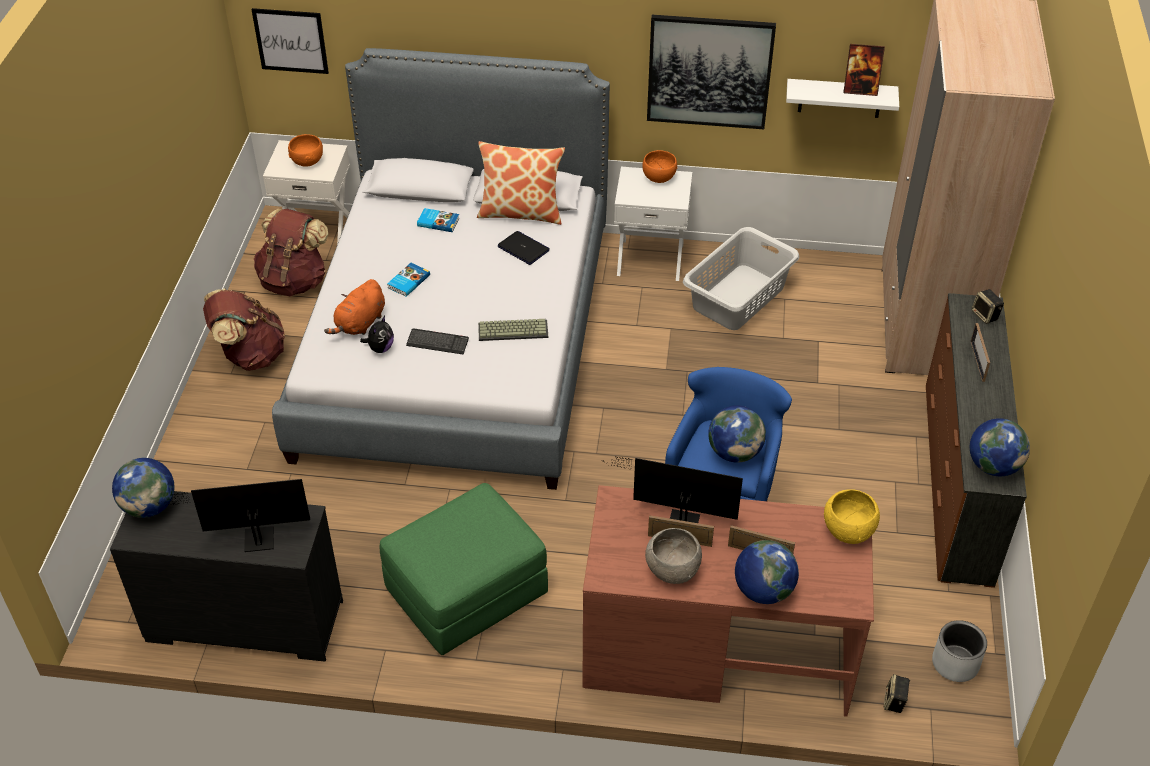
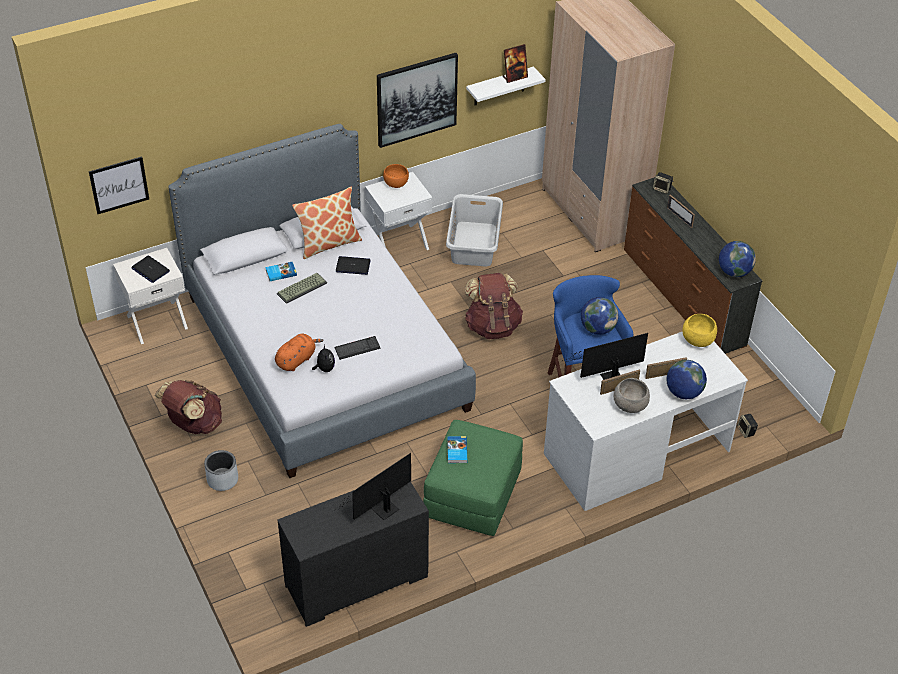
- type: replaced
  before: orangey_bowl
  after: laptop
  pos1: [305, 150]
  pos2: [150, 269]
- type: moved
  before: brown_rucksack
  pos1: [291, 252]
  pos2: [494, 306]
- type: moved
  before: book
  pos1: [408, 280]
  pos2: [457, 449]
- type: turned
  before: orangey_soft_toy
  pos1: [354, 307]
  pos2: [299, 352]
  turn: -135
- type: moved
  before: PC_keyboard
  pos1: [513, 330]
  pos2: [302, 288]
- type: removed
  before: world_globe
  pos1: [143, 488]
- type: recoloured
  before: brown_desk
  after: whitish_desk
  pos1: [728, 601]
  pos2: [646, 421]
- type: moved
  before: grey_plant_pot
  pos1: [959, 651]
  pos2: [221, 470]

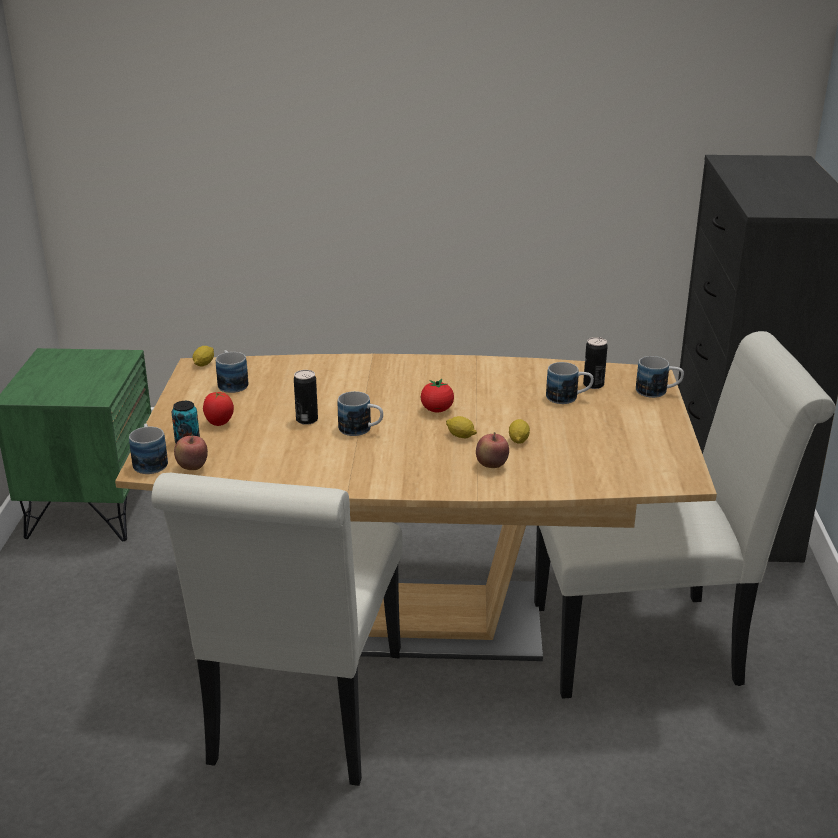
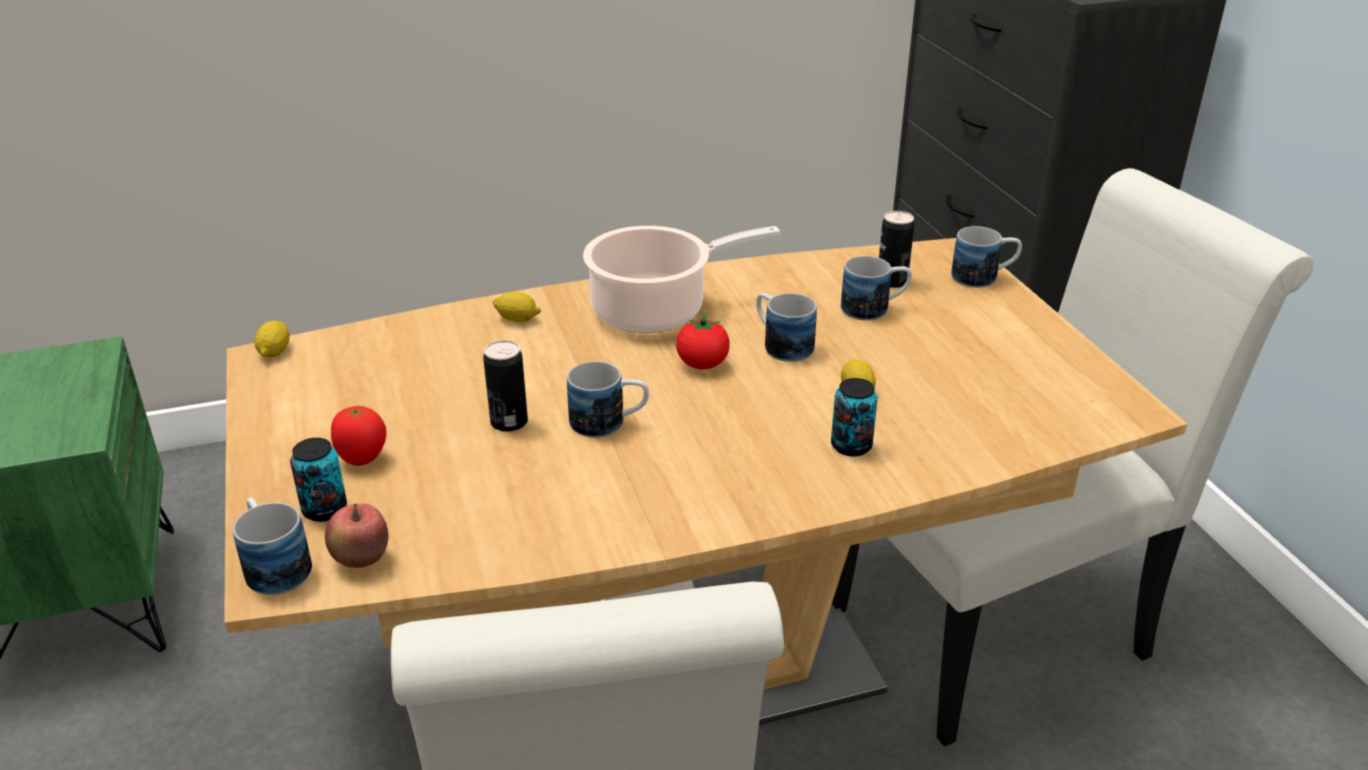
- type: moved
  before: coffee_mug
  pos1: [232, 371]
  pos2: [786, 327]
- type: moved
  before: whole_lemon
  pos1: [461, 427]
  pos2: [516, 306]
- type: replaced
  before: apple_fruit
  after: metal_can
  pos1: [492, 450]
  pos2: [854, 417]
- type: added
  after: saucepot
  pos2: [681, 279]

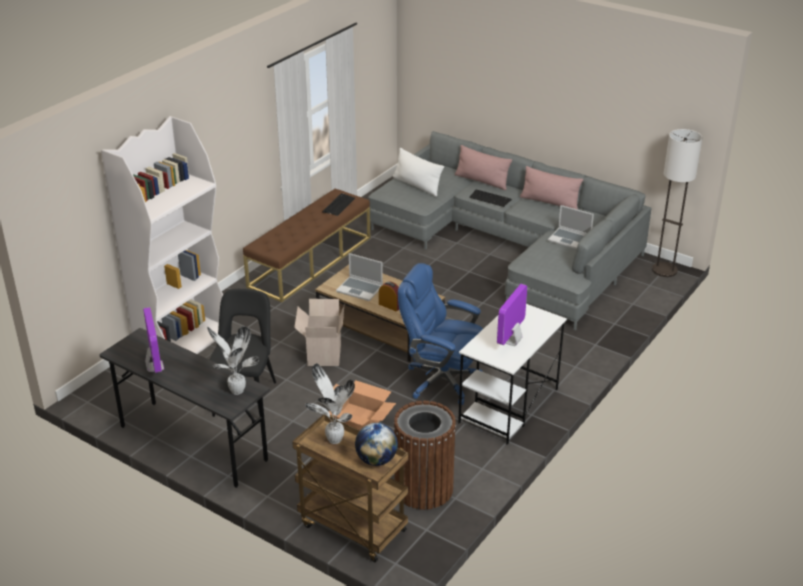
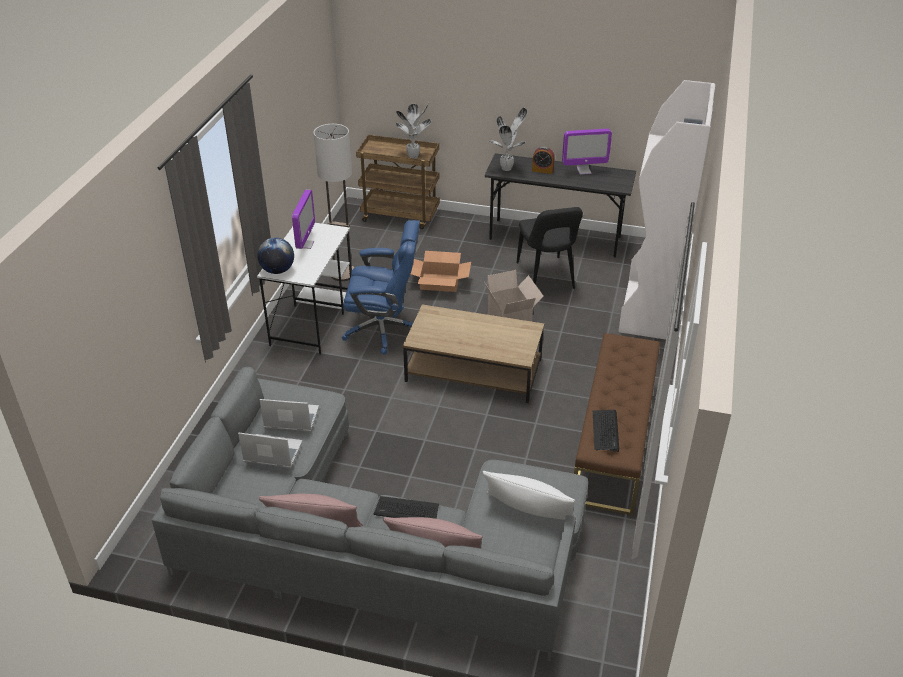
- type: moved
  before: floor_lamp
  pos1: [677, 203]
  pos2: [333, 202]
- type: moved
  before: laptop
  pos1: [359, 277]
  pos2: [289, 415]
- type: moved
  before: bedside_clock
  pos1: [389, 296]
  pos2: [543, 160]
- type: turned
  before: computer_screen
  pos1: [153, 340]
  pos2: [587, 152]
  turn: -60
- type: removed
  before: brown_waste_bin
  pos1: [425, 455]
- type: moved
  before: world_globe
  pos1: [376, 444]
  pos2: [275, 256]

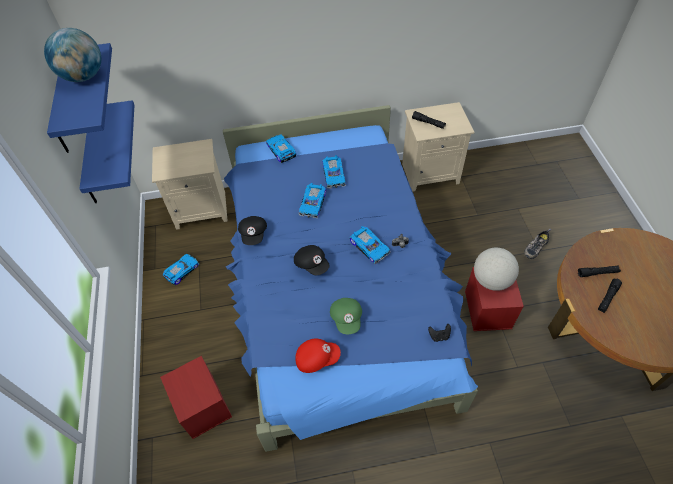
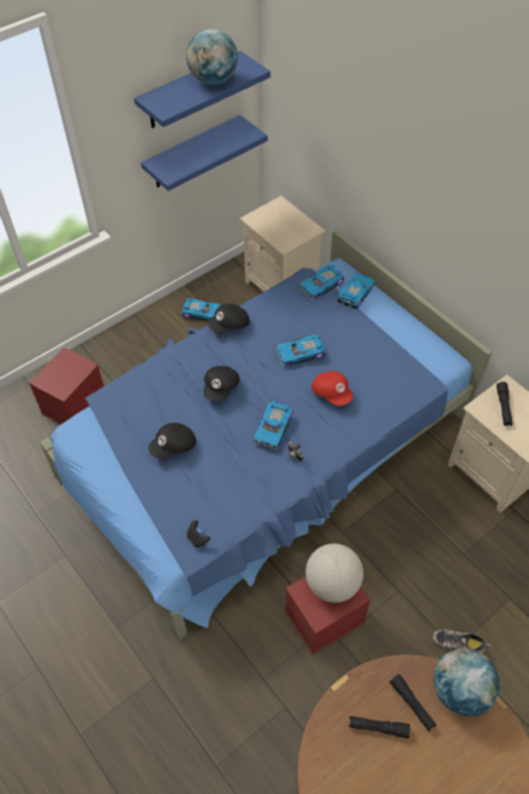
- type: moved
  before: toy_car
  pos1: [334, 171]
  pos2: [321, 282]
- type: recoloured
  before: green_baseball_cap
  after: blackish_baseball_cap
  pos1: [346, 316]
  pos2: [172, 441]
- type: moved
  before: red-coloured_baseball_cap
  pos1: [318, 356]
  pos2: [332, 388]
- type: added
  after: world_globe
  pos2: [467, 682]

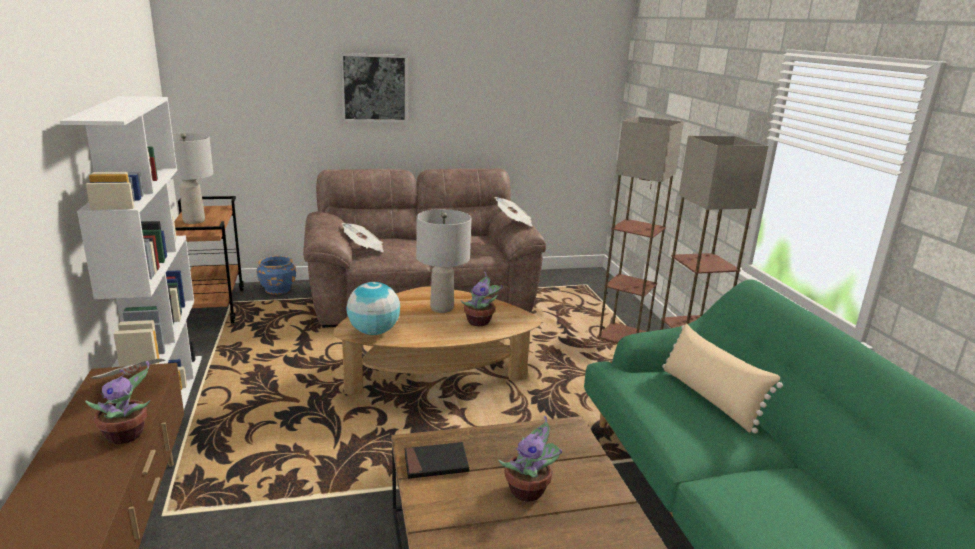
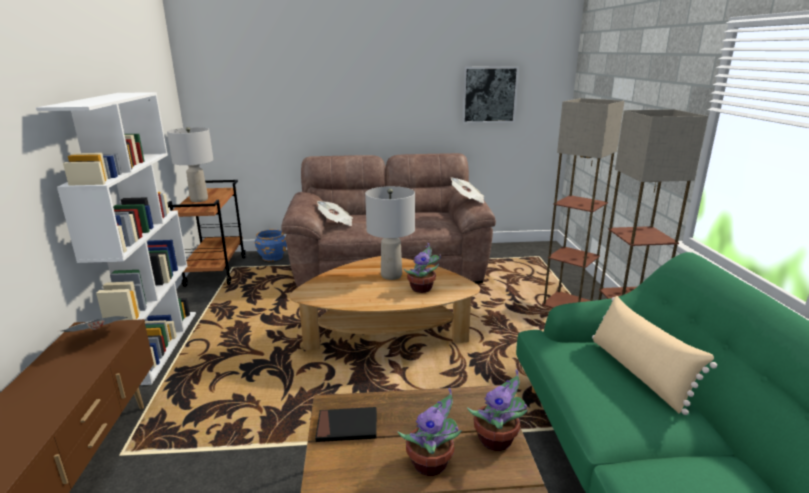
- type: moved
  before: wall_picture
  pos1: [373, 87]
  pos2: [490, 94]
- type: removed
  before: world_globe
  pos1: [373, 308]
- type: moved
  before: houseplant
  pos1: [117, 402]
  pos2: [497, 410]

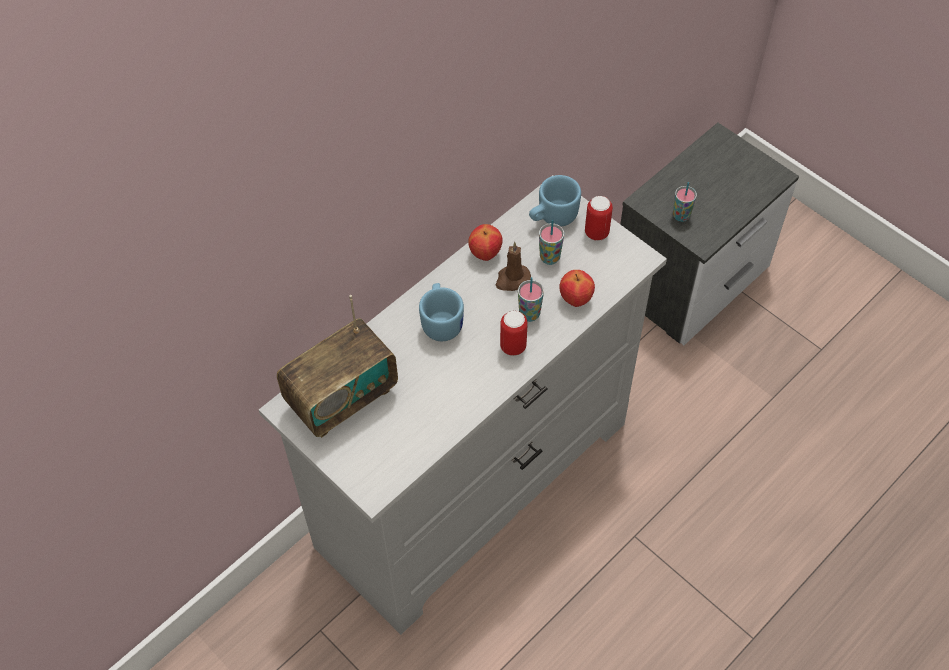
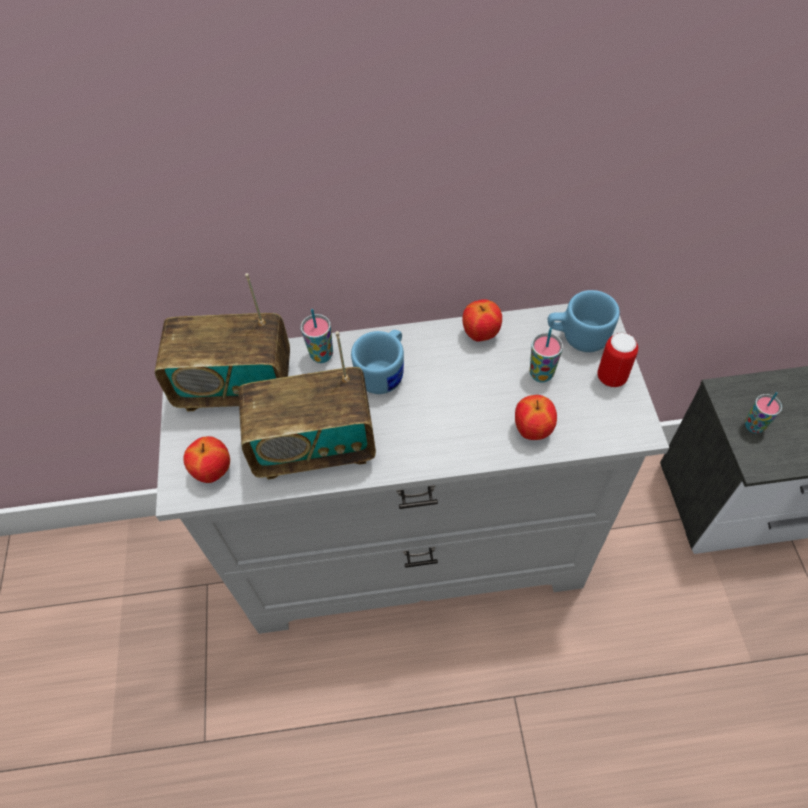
- type: removed
  before: brown_candle
  pos1: [513, 266]
- type: moved
  before: small_cup
  pos1: [531, 299]
  pos2: [317, 336]
- type: removed
  before: metal_can
  pos1: [514, 333]
- type: added
  after: radio_set
  pos2: [307, 405]
- type: added
  after: apple_fruit
  pos2: [206, 459]

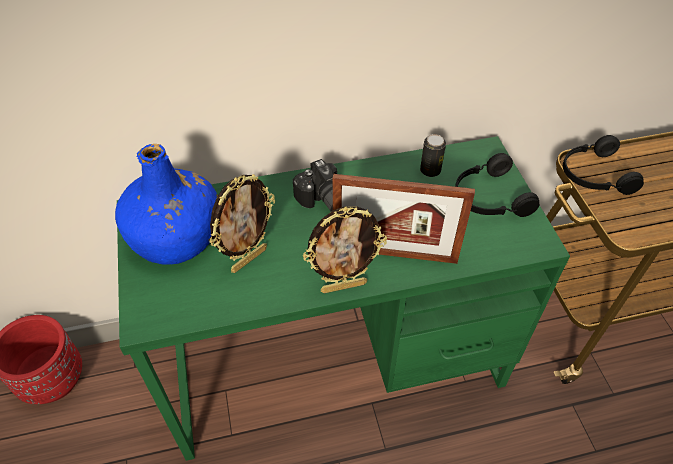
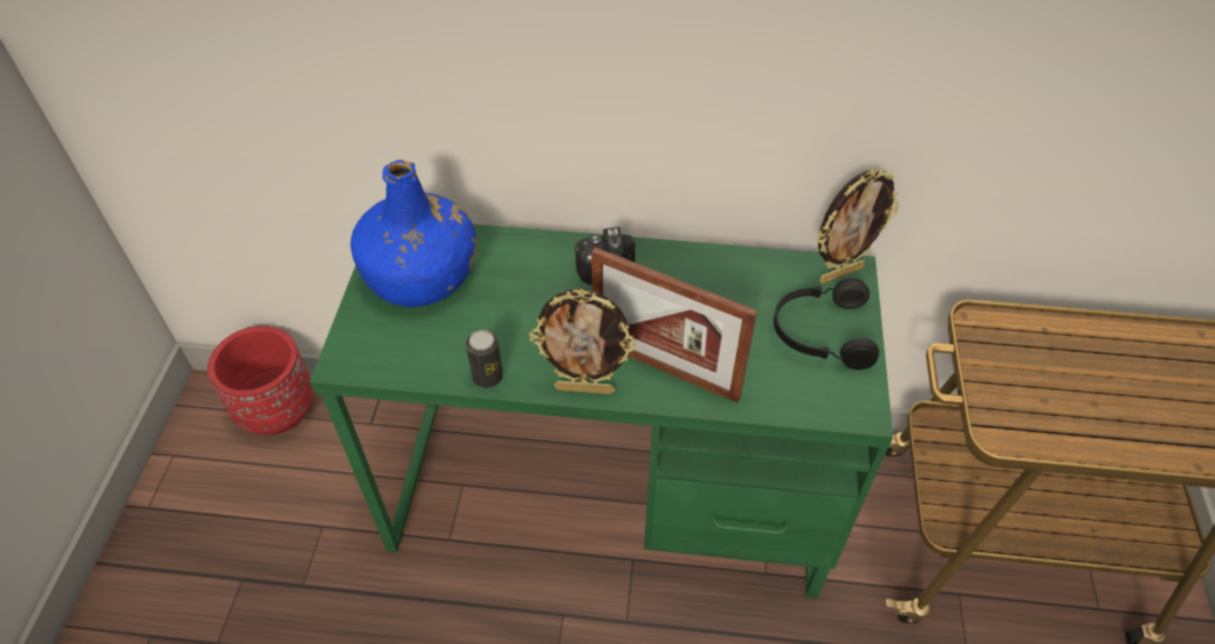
- type: moved
  before: metal_can
  pos1: [433, 155]
  pos2: [484, 359]
- type: removed
  before: blackish_pair_of_headphones
  pos1: [603, 165]
- type: moved
  before: standing_frame
  pos1: [242, 223]
  pos2: [858, 226]

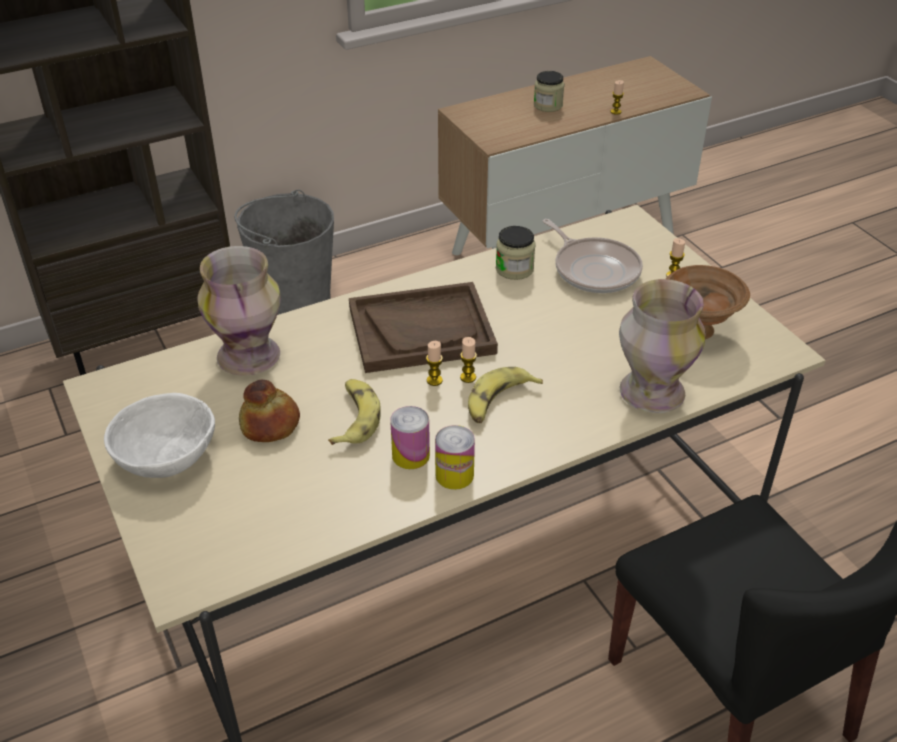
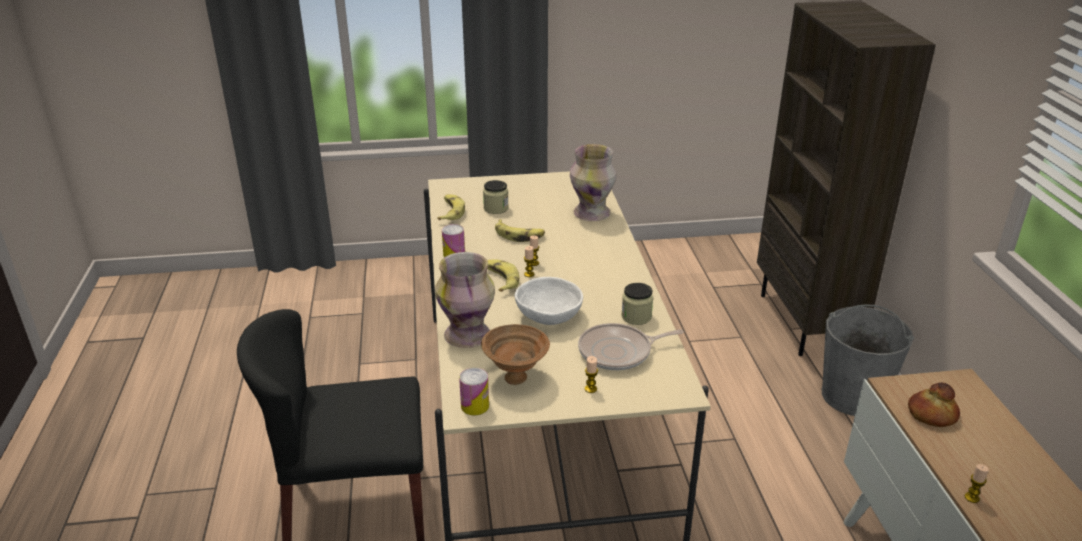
- type: moved
  before: storage_jar
  pos1: [549, 91]
  pos2: [496, 197]
- type: removed
  before: brown_serving_tray
  pos1: [423, 327]
- type: moved
  before: bread
  pos1: [269, 411]
  pos2: [934, 404]
- type: moved
  before: whitish_bowl
  pos1: [159, 435]
  pos2: [548, 301]
- type: moved
  before: metal_can
  pos1: [410, 437]
  pos2: [474, 391]
- type: added
  after: banana_fruit
  pos2: [451, 207]

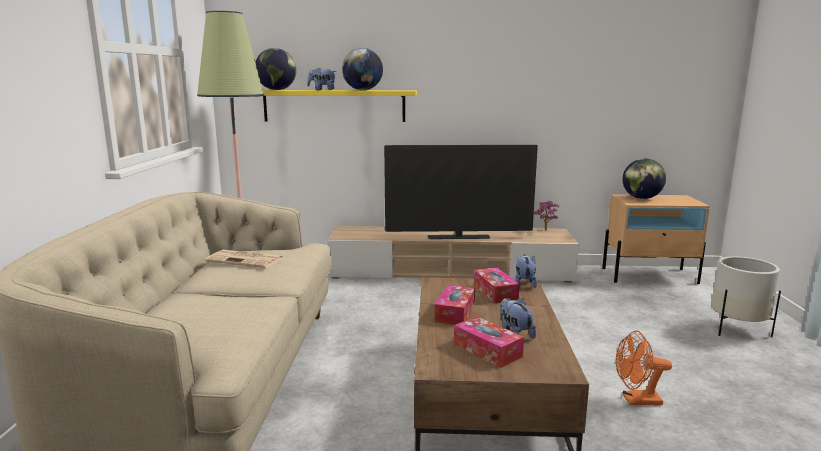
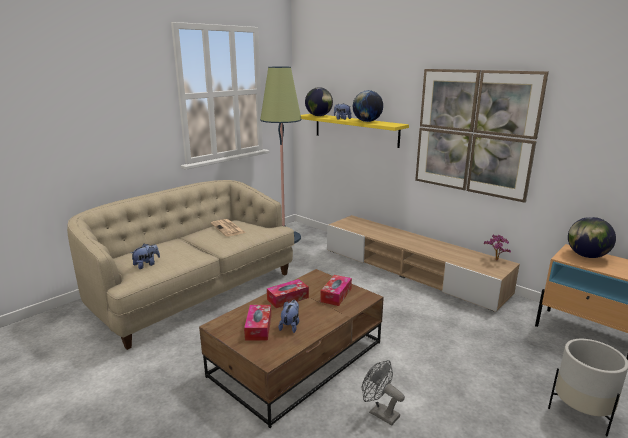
- type: removed
  before: television
  pos1: [461, 192]
- type: moved
  before: soft_toy
  pos1: [526, 271]
  pos2: [145, 256]
- type: recoloured
  before: orangey_electric_fan
  after: grey_electric_fan
  pos1: [644, 368]
  pos2: [383, 392]
- type: added
  after: wall_picture
  pos2: [482, 136]

